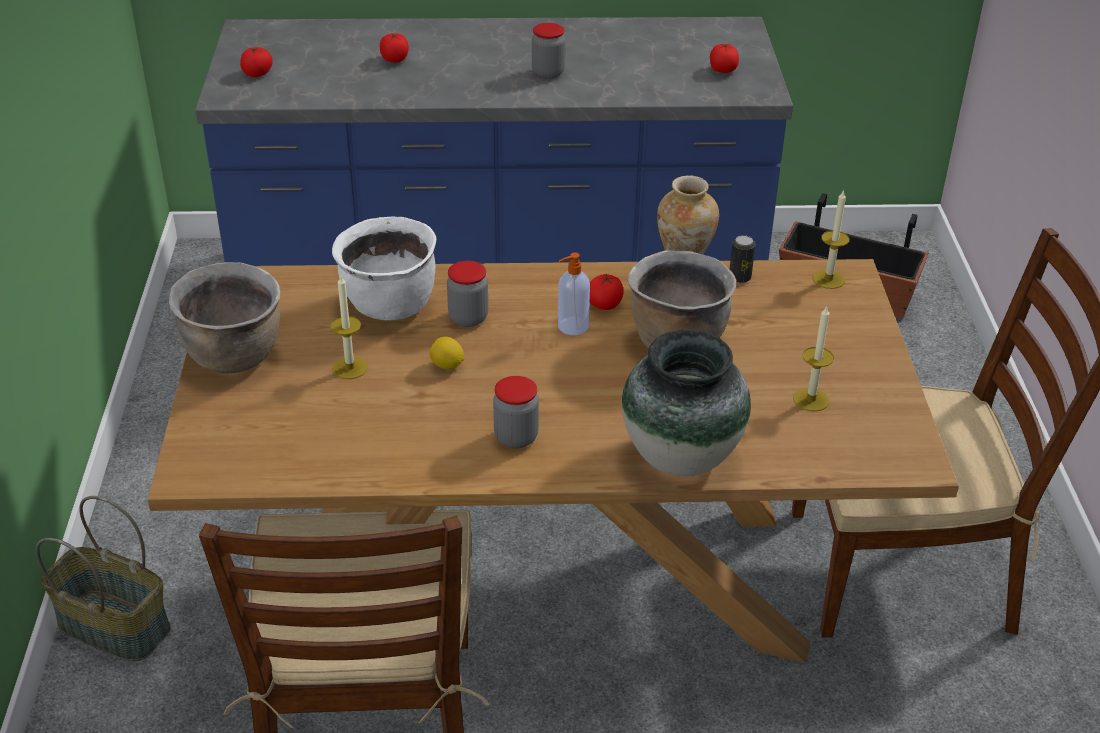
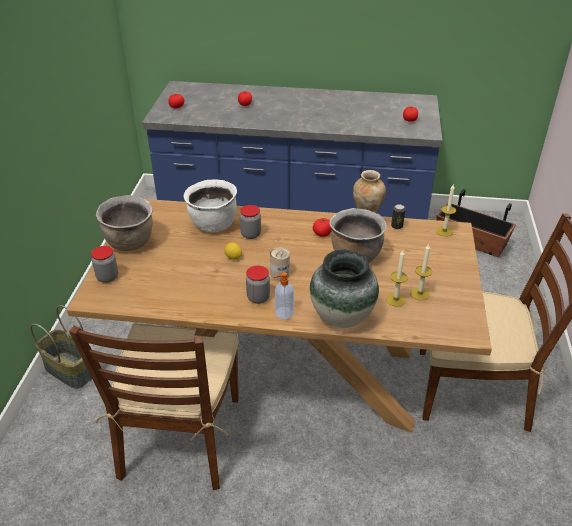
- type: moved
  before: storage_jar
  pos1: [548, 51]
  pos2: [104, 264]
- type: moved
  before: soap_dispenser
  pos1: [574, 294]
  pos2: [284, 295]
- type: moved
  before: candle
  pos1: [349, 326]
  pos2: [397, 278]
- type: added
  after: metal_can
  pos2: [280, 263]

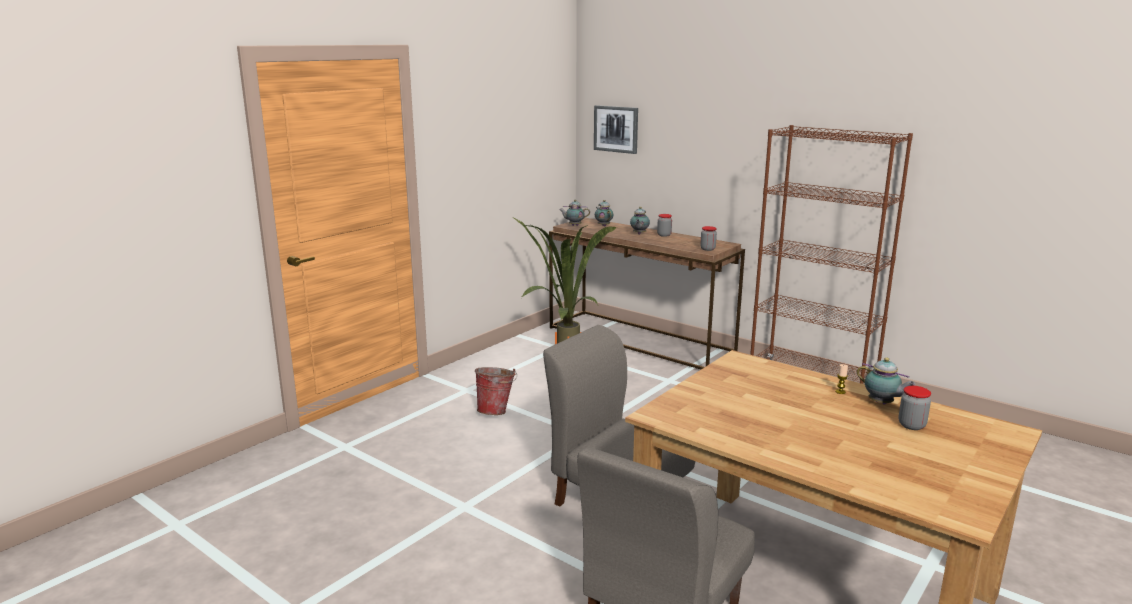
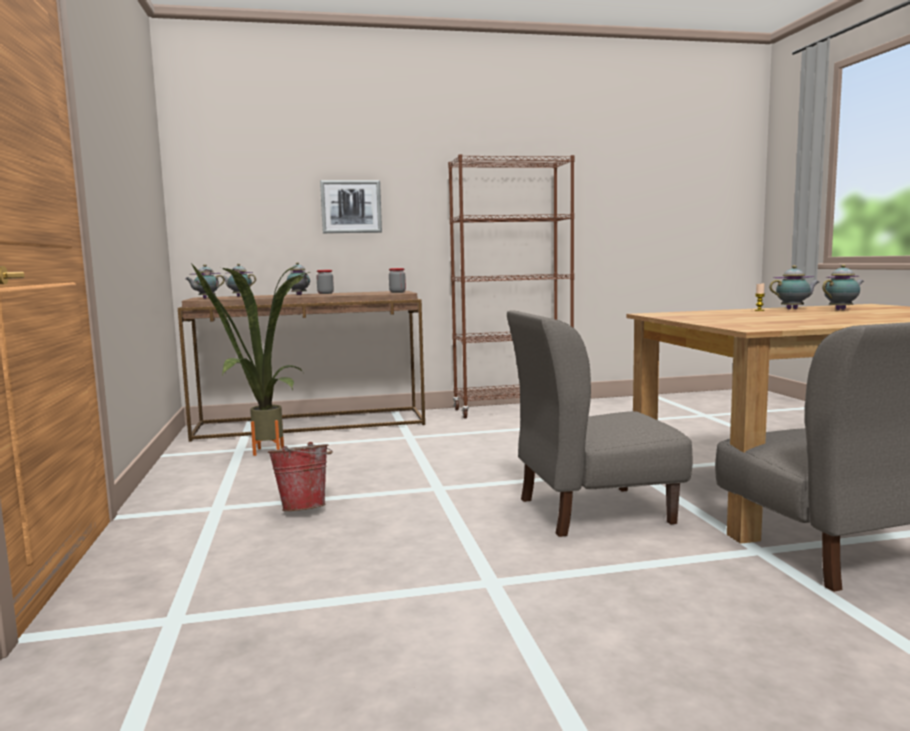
- type: moved
  before: wall_picture
  pos1: [616, 129]
  pos2: [351, 206]
- type: replaced
  before: storage_jar
  after: tea_pot
  pos1: [914, 408]
  pos2: [843, 287]

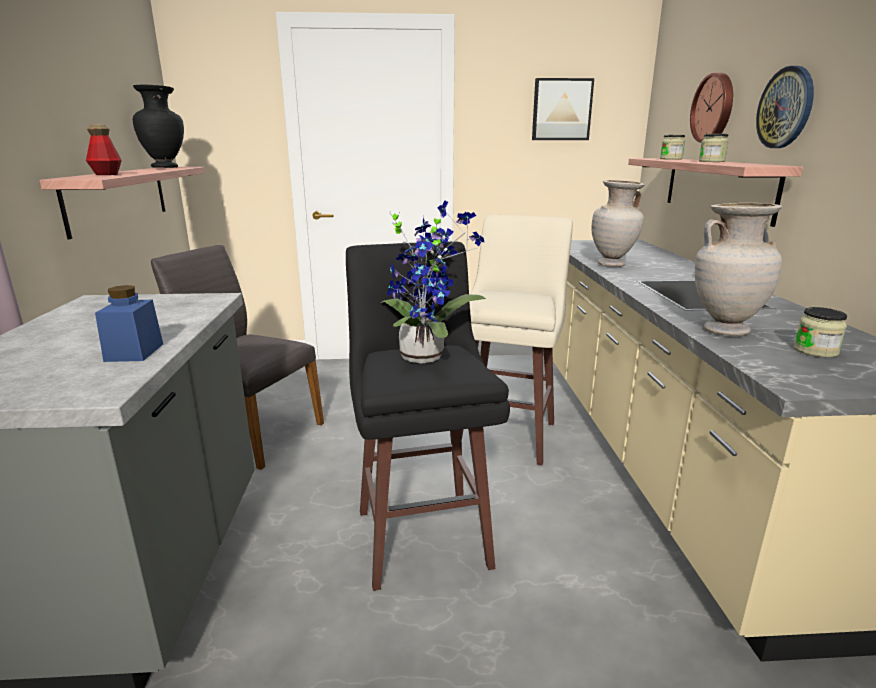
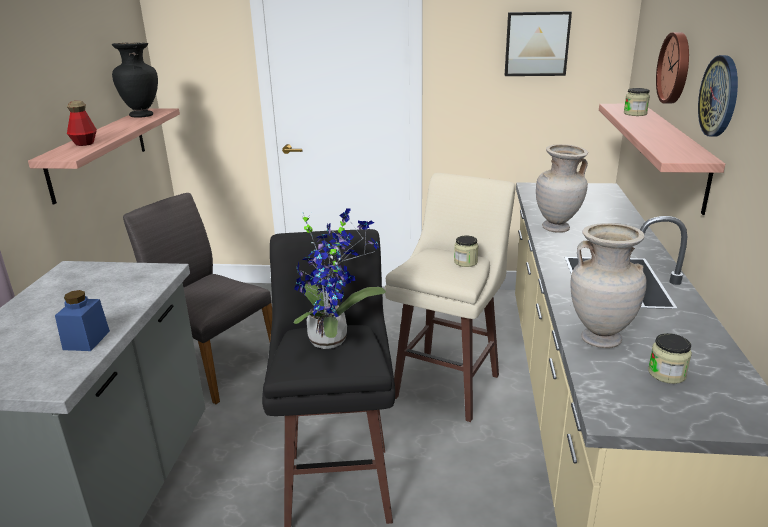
- type: moved
  before: storage_jar
  pos1: [714, 148]
  pos2: [466, 251]

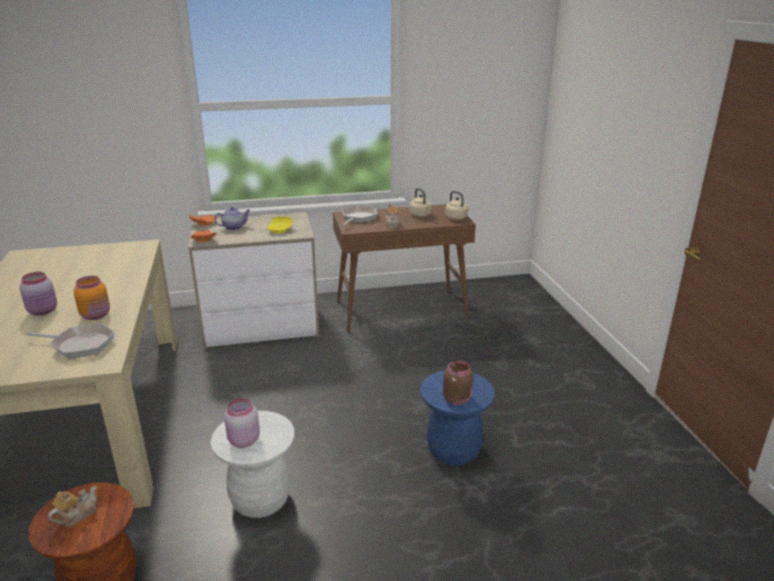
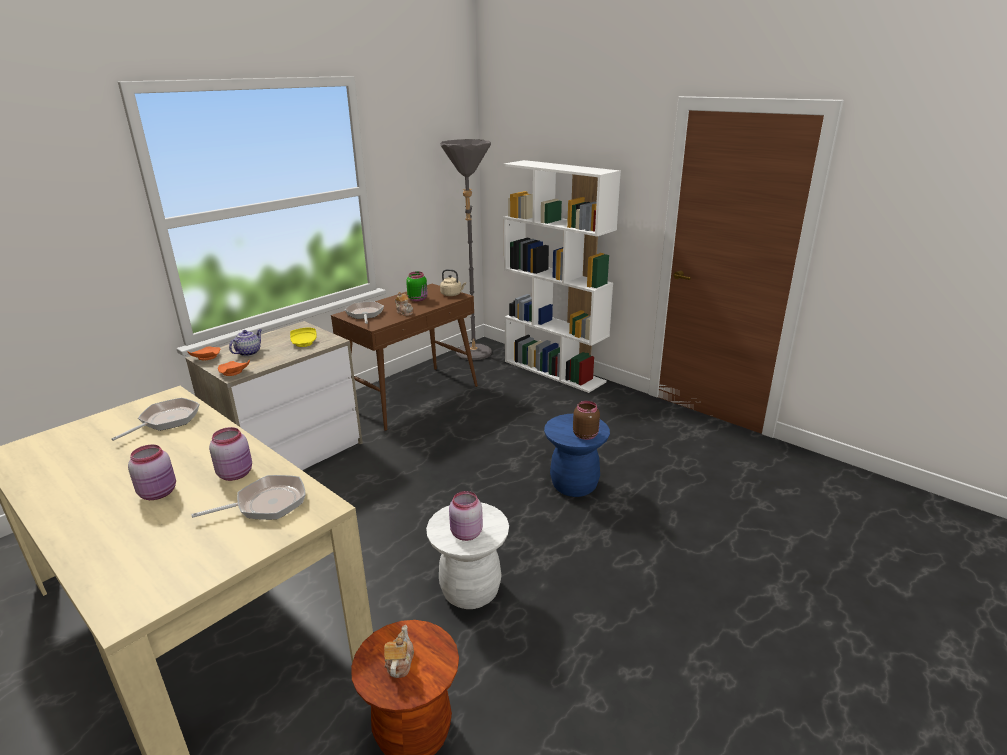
- type: replaced
  before: beige-coloured_kettle
  after: green_storage_jar
  pos1: [421, 202]
  pos2: [417, 287]
- type: recoloured
  before: orangey_storage_jar
  after: pink_storage_jar
  pos1: [92, 298]
  pos2: [230, 454]
- type: added
  after: grey_floor_lamp
  pos2: [466, 249]
- type: added
  after: whitish_bookcase
  pos2: [562, 276]
- type: added
  after: skillet
  pos2: [156, 419]

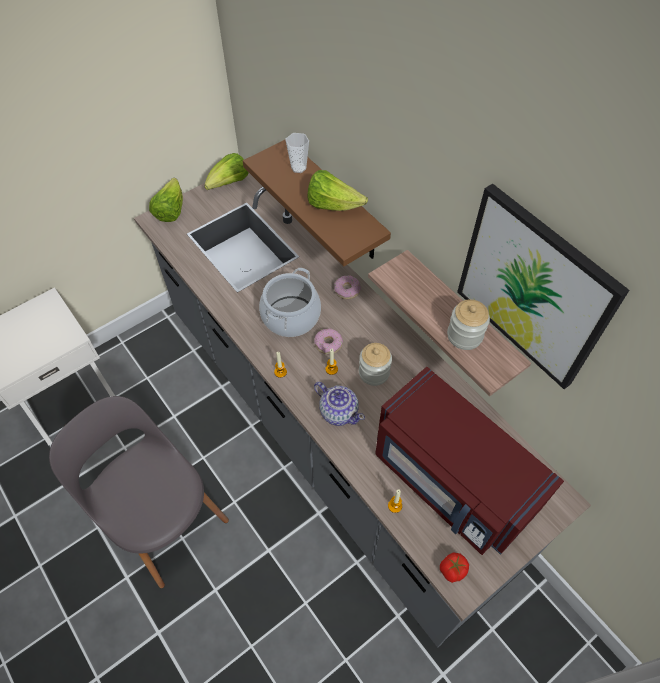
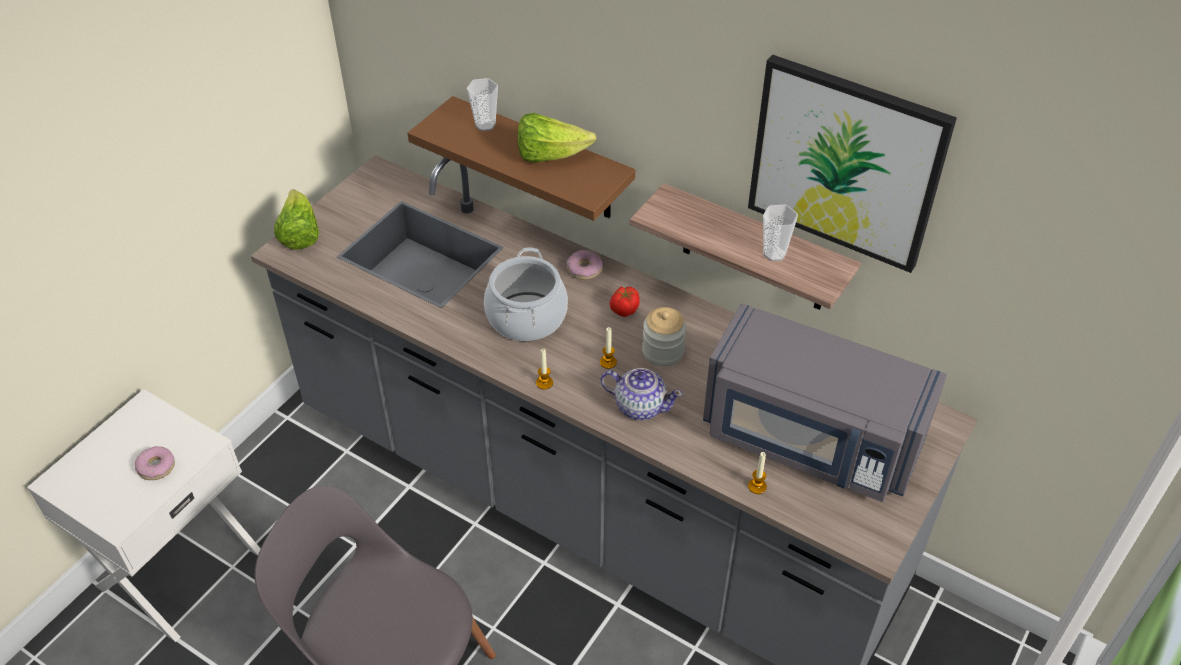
- type: removed
  before: head_of_lettuce
  pos1: [226, 171]
- type: replaced
  before: storage_jar
  after: small_cup
  pos1: [468, 324]
  pos2: [780, 232]
- type: moved
  before: ring_doughnut
  pos1: [328, 341]
  pos2: [155, 463]
- type: recoloured
  before: red-coloured_microwave_oven
  after: grey_microwave_oven
  pos1: [469, 461]
  pos2: [825, 402]
- type: moved
  before: fresh_tomato
  pos1: [454, 567]
  pos2: [625, 301]

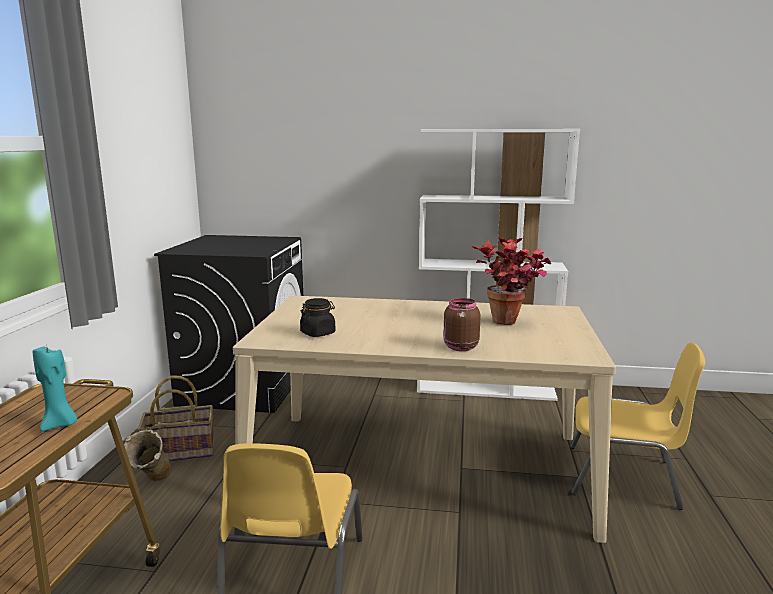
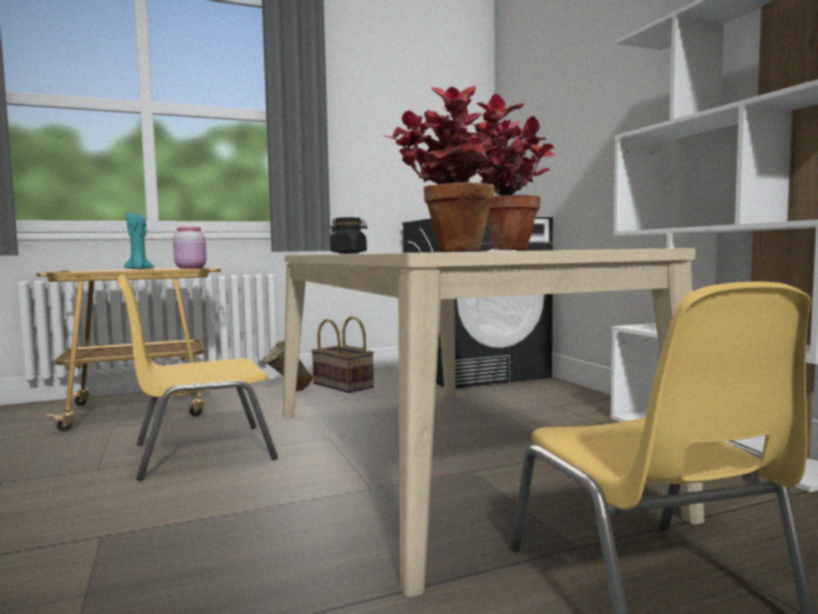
- type: removed
  before: brown_storage_jar
  pos1: [462, 324]
- type: added
  after: houseplant
  pos2: [454, 168]
- type: added
  after: pink_storage_jar
  pos2: [189, 248]

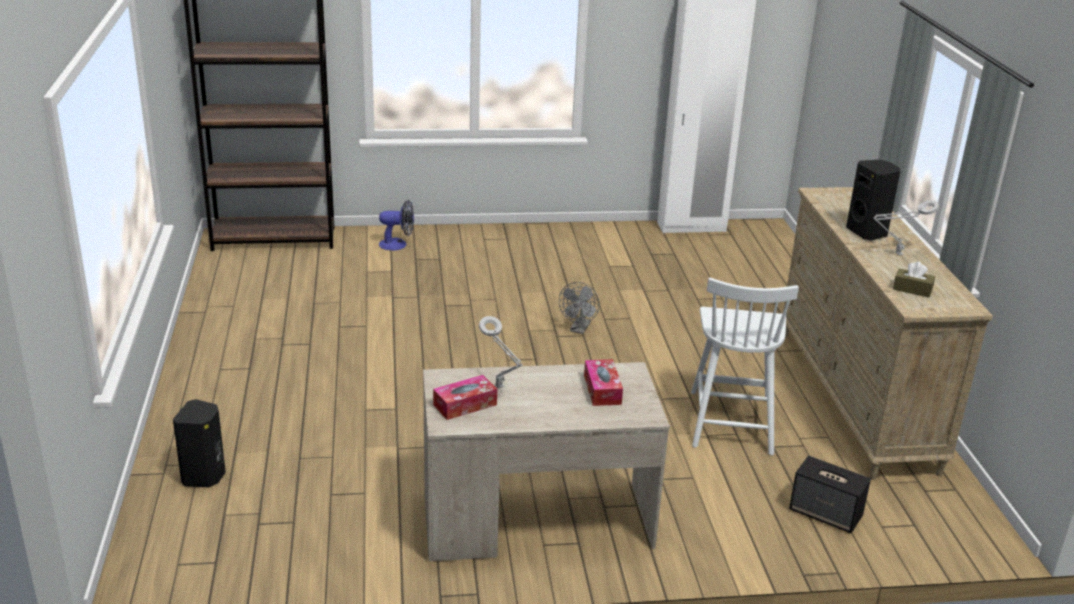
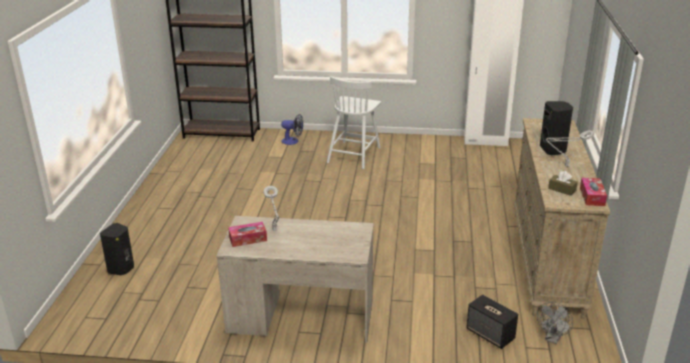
- type: moved
  before: whitish_chair
  pos1: [745, 366]
  pos2: [354, 122]
- type: moved
  before: grey_electric_fan
  pos1: [579, 308]
  pos2: [555, 323]
- type: moved
  before: tissue_holder
  pos1: [603, 382]
  pos2: [593, 192]

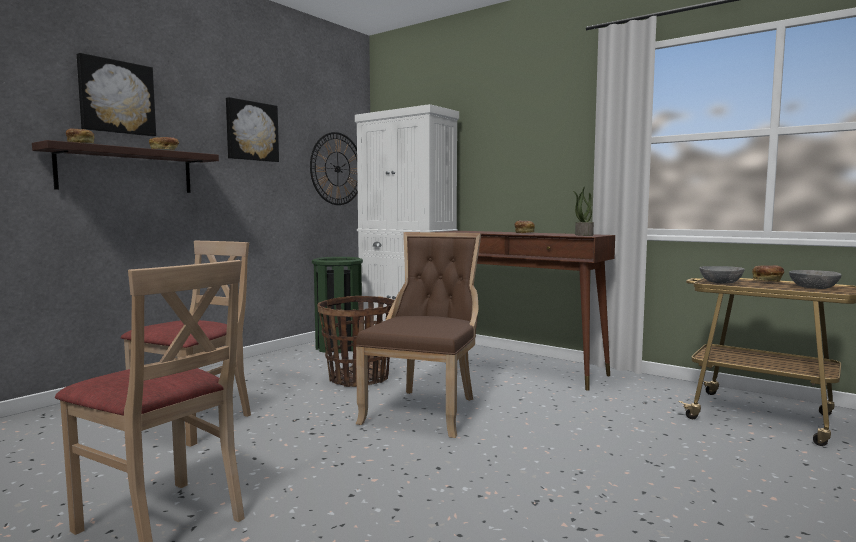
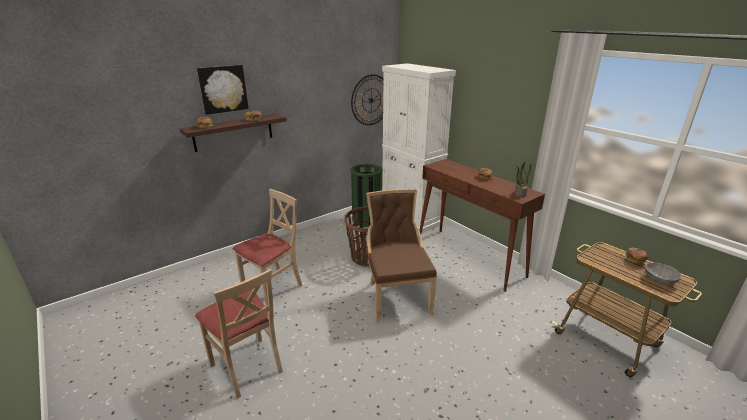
- type: removed
  before: wall_picture
  pos1: [252, 129]
- type: turned
  before: brown_chair
  pos1: [418, 335]
  pos2: [401, 256]
  turn: -45
- type: removed
  before: grey_bowl
  pos1: [722, 275]

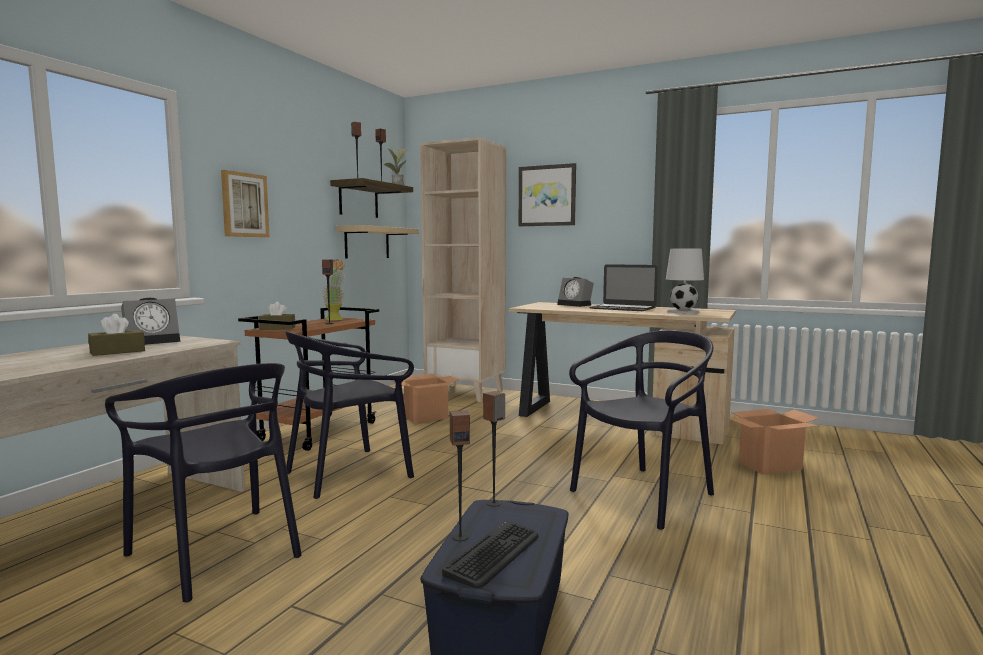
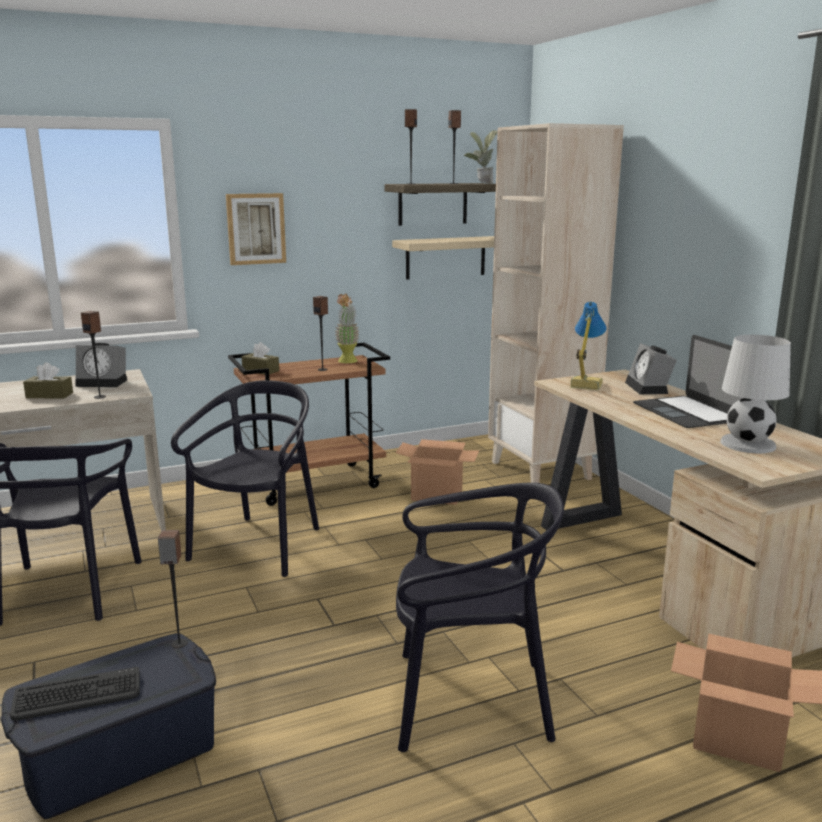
- type: removed
  before: wall_picture
  pos1: [547, 194]
- type: turned
  before: blackish_chair
  pos1: [349, 415]
  pos2: [245, 478]
  turn: 105
- type: moved
  before: loudspeaker
  pos1: [460, 475]
  pos2: [93, 355]
- type: added
  after: table_lamp
  pos2: [588, 345]

